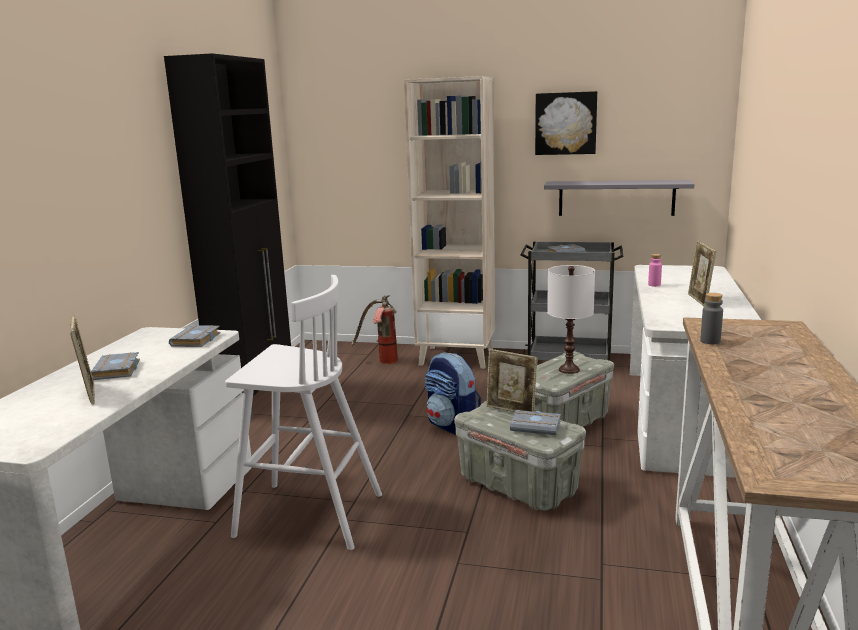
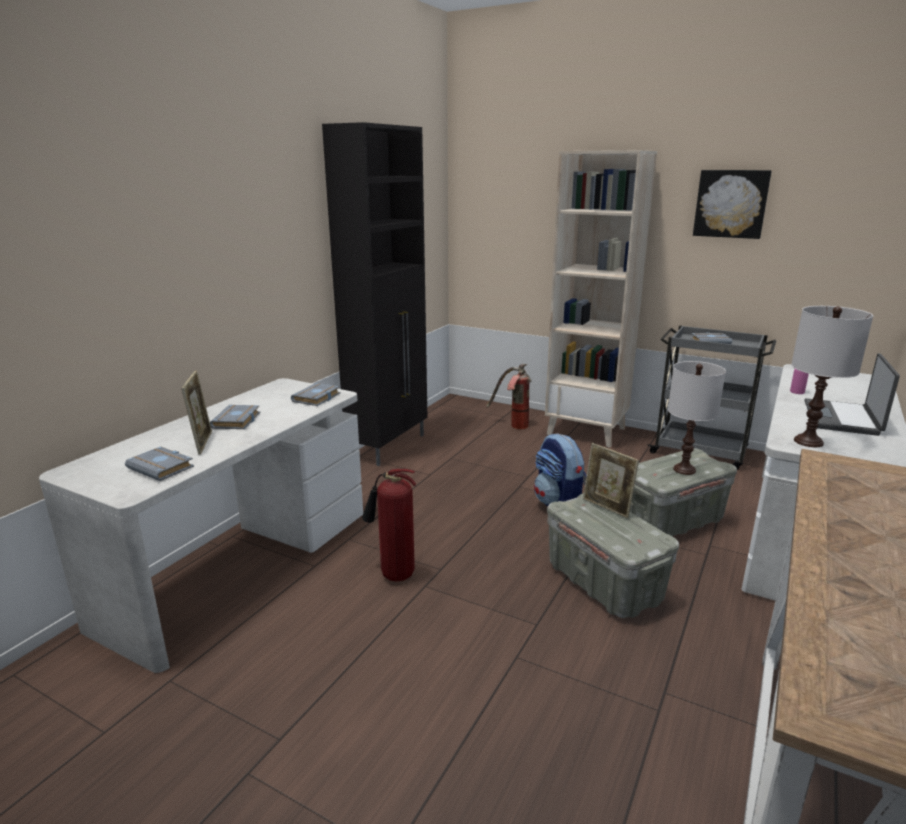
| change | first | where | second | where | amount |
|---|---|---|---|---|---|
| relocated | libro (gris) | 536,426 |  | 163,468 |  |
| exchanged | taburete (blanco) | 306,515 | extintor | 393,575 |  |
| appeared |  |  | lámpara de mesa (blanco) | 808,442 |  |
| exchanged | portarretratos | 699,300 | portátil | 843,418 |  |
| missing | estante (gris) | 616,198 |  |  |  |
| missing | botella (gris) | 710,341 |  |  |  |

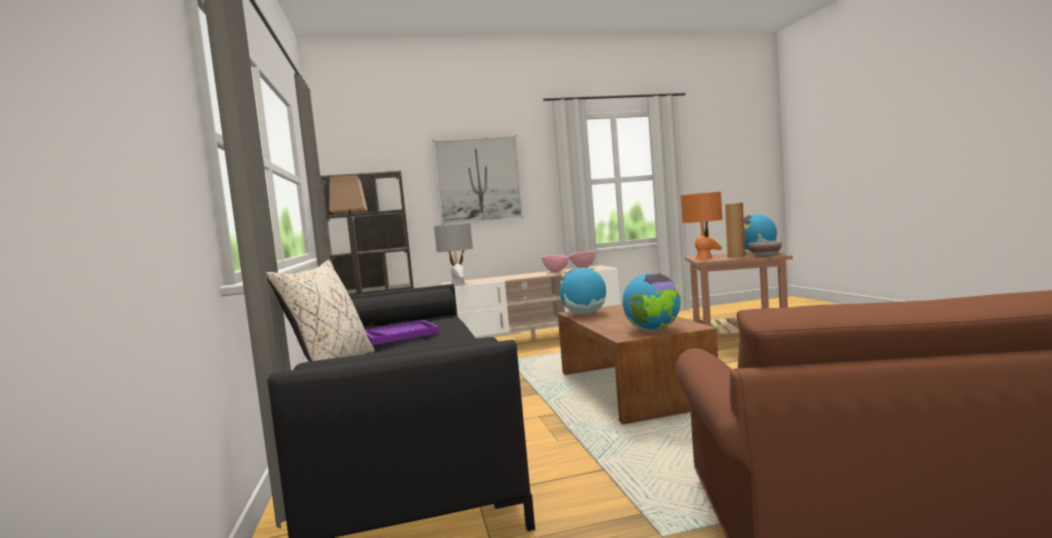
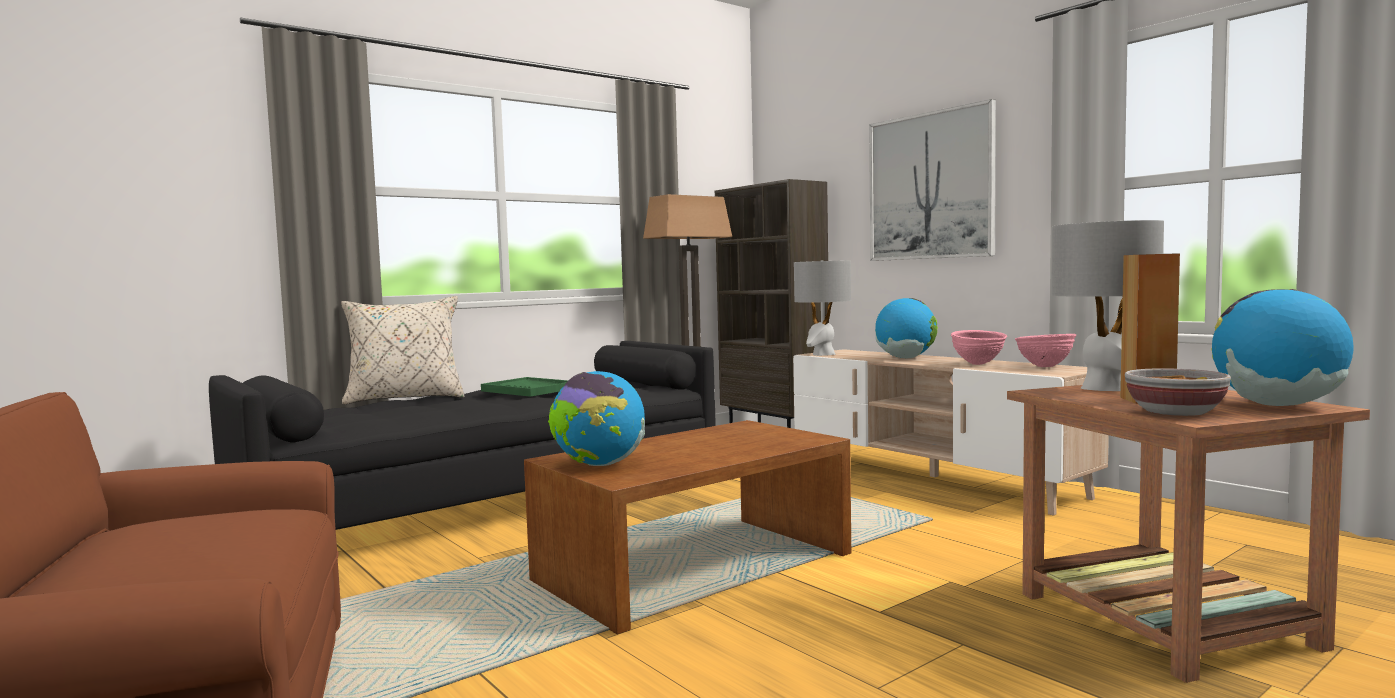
| change | first | where | second | where | amount |
|---|---|---|---|---|---|
| colour | bandeja (morado) | 400,334 | bandeja (verde) | 529,390 |  |
| relocated | globo terráqueo | 584,314 |  | 906,358 |  |
| colour | lámpara de mesa (naranja) | 704,258 | lámpara de mesa (gris) | 1103,388 |  |

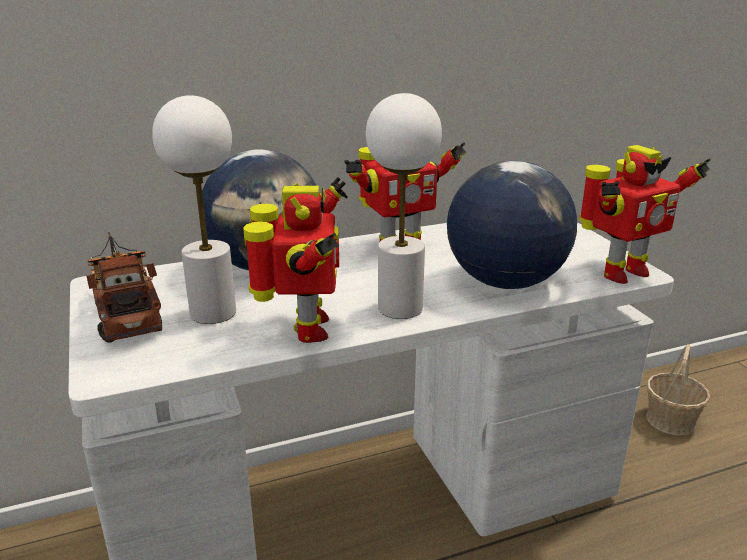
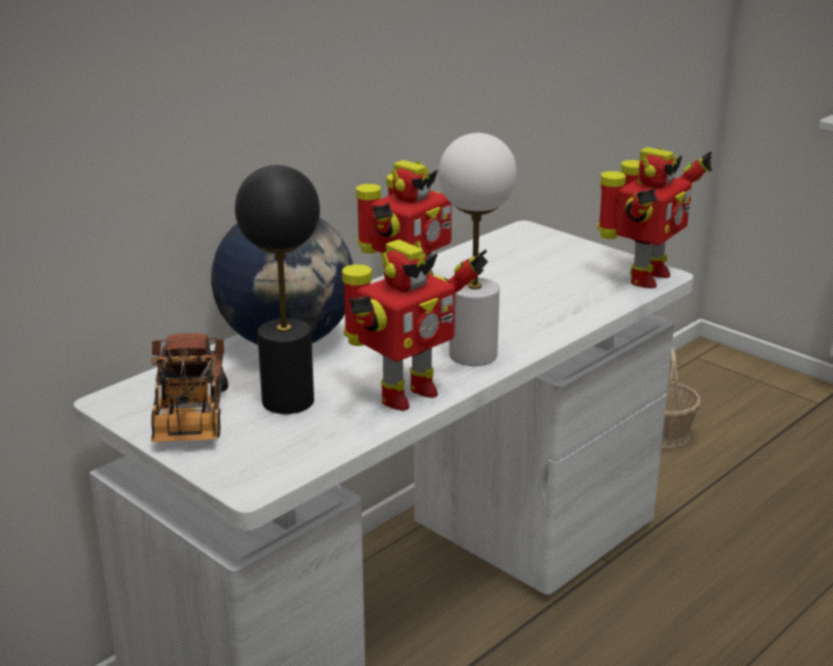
| change | first | where | second | where | amount |
|---|---|---|---|---|---|
| spun | camión de juguete | 127,311 |  | 190,421 | 135 degrees counterclockwise |
| colour | lámpara de mesa (blanco) | 212,313 | lámpara de mesa (negro) | 288,401 |  |
| spun | robot de juguete | 306,329 |  | 404,395 | 75 degrees clockwise |
| missing | globo terráqueo | 504,282 |  |  |  |

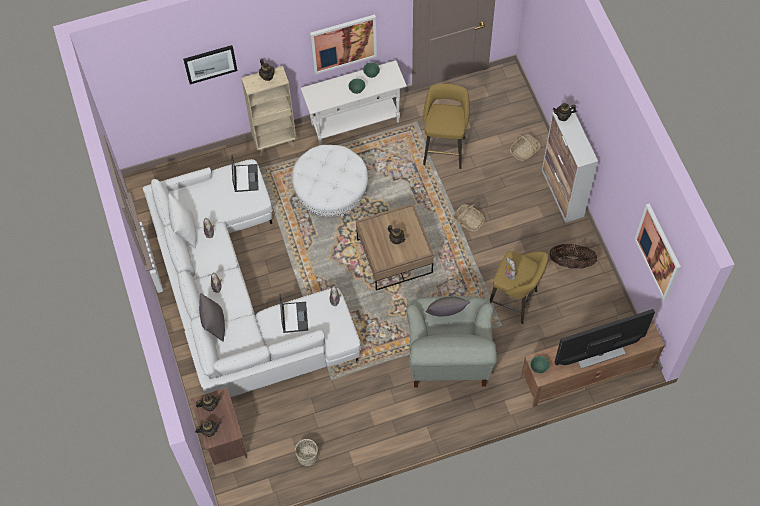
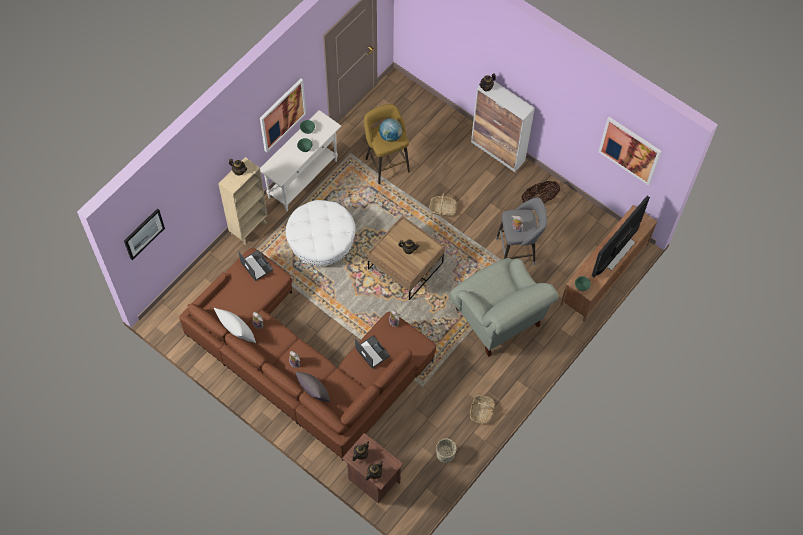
| change | first | where | second | where | amount |
|---|---|---|---|---|---|
| relocated | cuadro | 210,63 |  | 143,233 |  |
| colour | sofá (blanco) | 238,294 | sofá (marrón) | 304,362 |  |
| appeared |  |  | globo terráqueo | 390,136 |  |
| relocated | cesta | 524,151 |  | 481,411 |  |
| colour | taburete (amarillo) | 515,301 | taburete (gris) | 518,251 |  |
| missing | cojín (gris) | 446,314 |  |  |  |

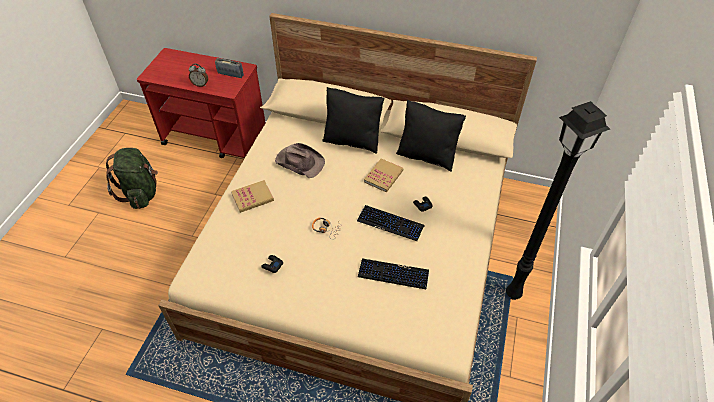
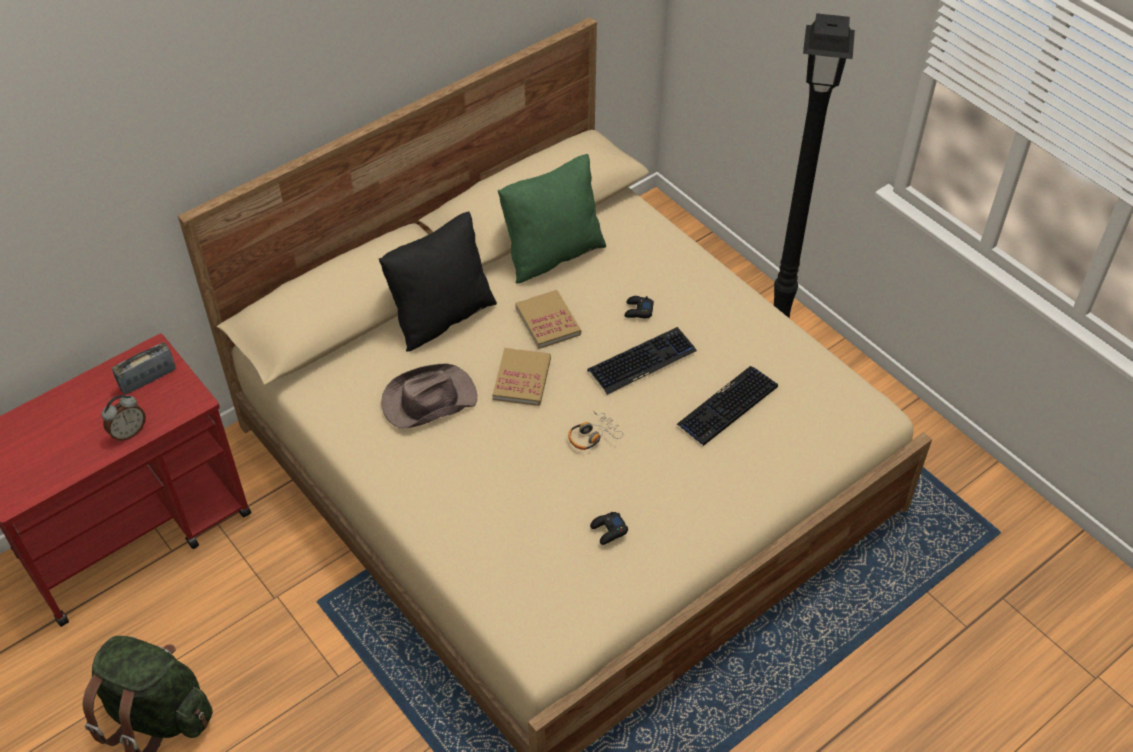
| change | first | where | second | where | amount |
|---|---|---|---|---|---|
| relocated | libro | 252,197 |  | 522,379 |  |
| colour | cojín (negro) | 427,155 | cojín (verde) | 552,253 |  |

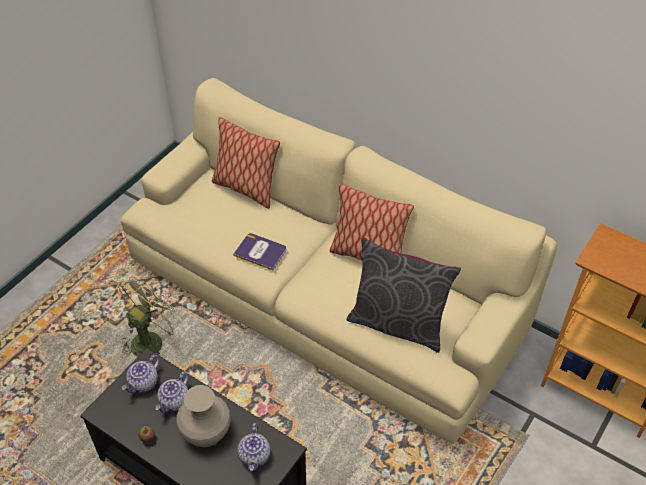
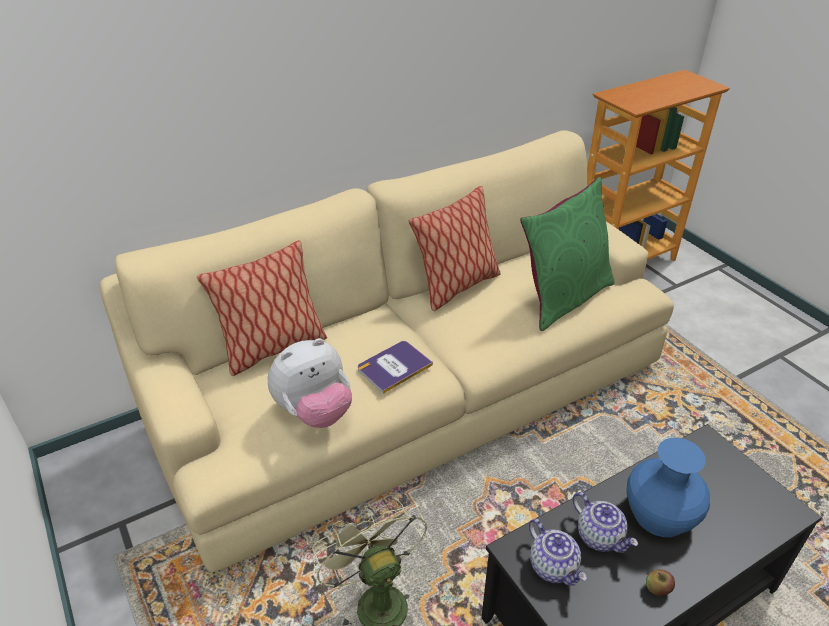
| change | first | where | second | where | amount |
|---|---|---|---|---|---|
| appeared |  |  | peluche | 314,412 |  |
| colour | cojín (gris) | 398,323 | cojín (verde) | 563,298 |  |
| colour | florero (beis) | 205,430 | florero (azul) | 660,514 |  |
| missing | tetera | 255,456 |  |  |  |

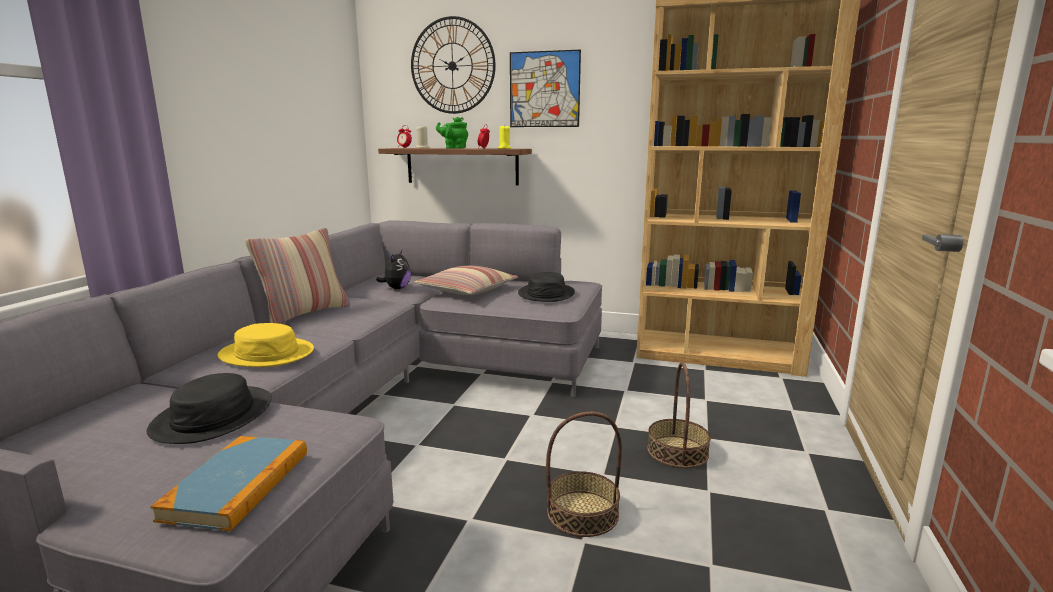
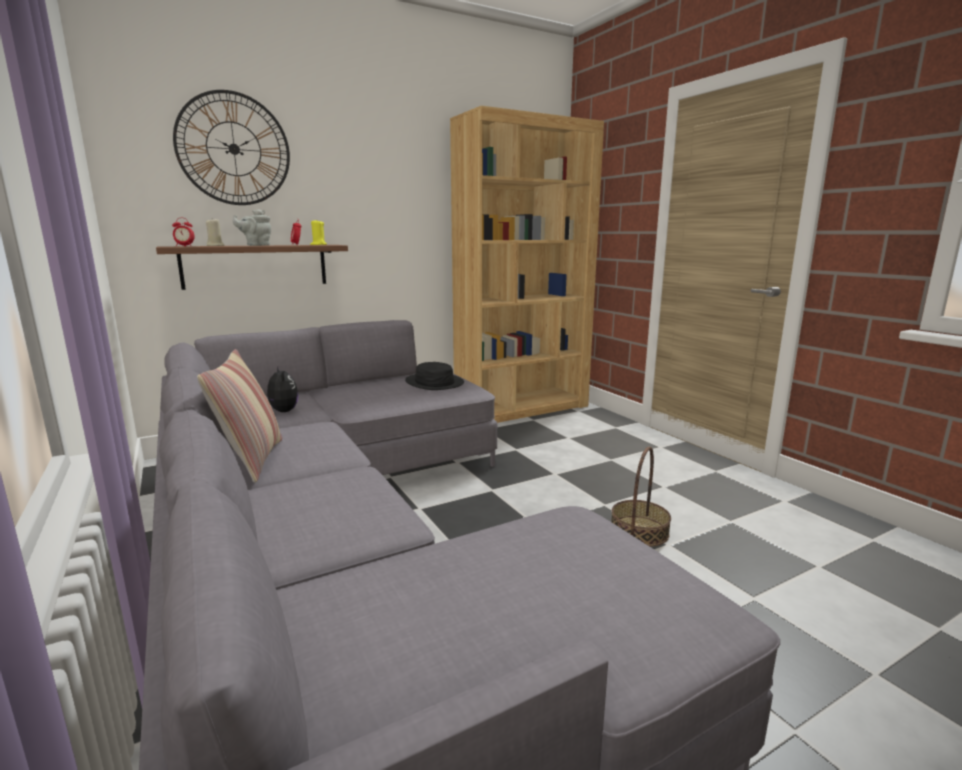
| change | first | where | second | where | amount |
|---|---|---|---|---|---|
| colour | tetera (verde) | 454,148 | tetera (gris) | 256,245 |  |
| missing | sombrero (negro) | 214,416 |  |  |  |
| missing | libro | 238,485 |  |  |  |
| missing | sombrero (amarillo) | 267,354 |  |  |  |
| missing | cojín | 467,290 |  |  |  |
| missing | cuadro | 544,89 |  |  |  |
| missing | cesta | 677,451 |  |  |  |

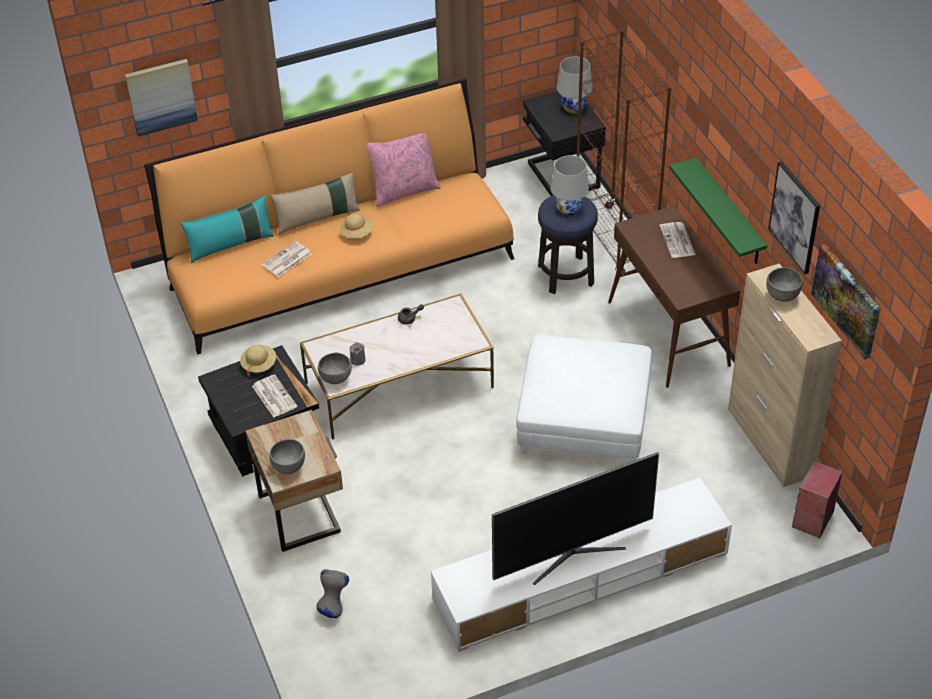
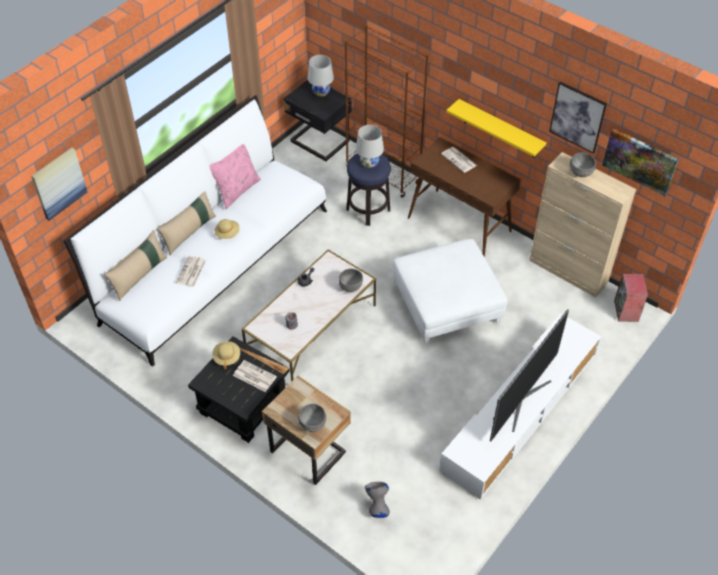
| change | first | where | second | where | amount |
|---|---|---|---|---|---|
| colour | sofá (naranja) | 340,268 | sofá (blanco) | 212,262 |  |
| colour | cojín (turquesa) | 230,245 | cojín (beis) | 139,276 |  |
| relocated | cuenco (gris) | 336,378 |  | 351,287 |  |
| colour | estante (verde) | 729,213 | estante (amarillo) | 500,129 |  |

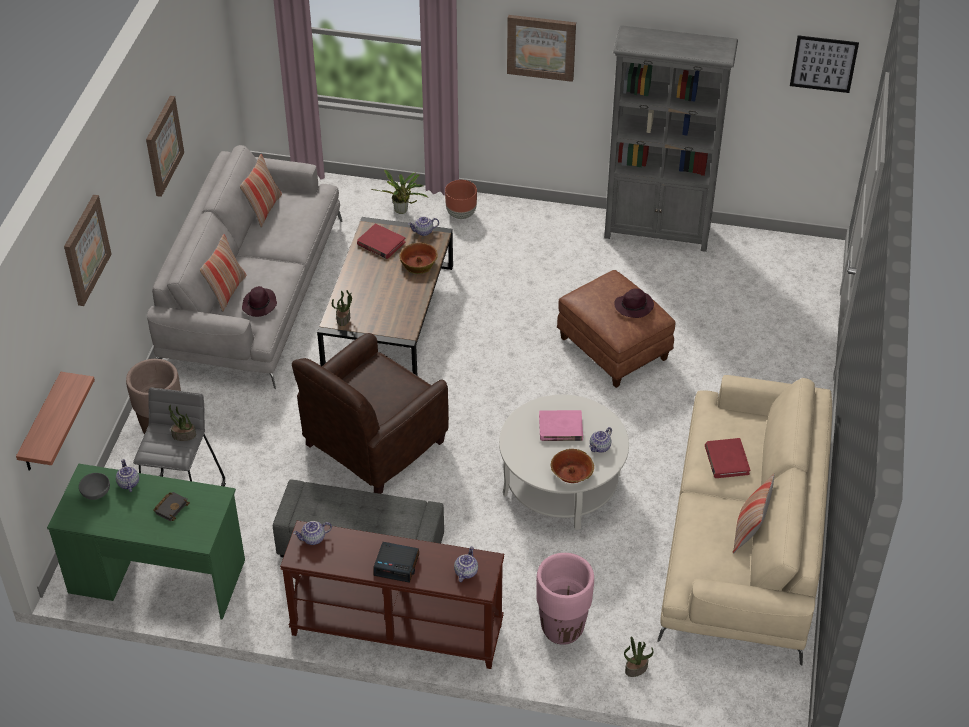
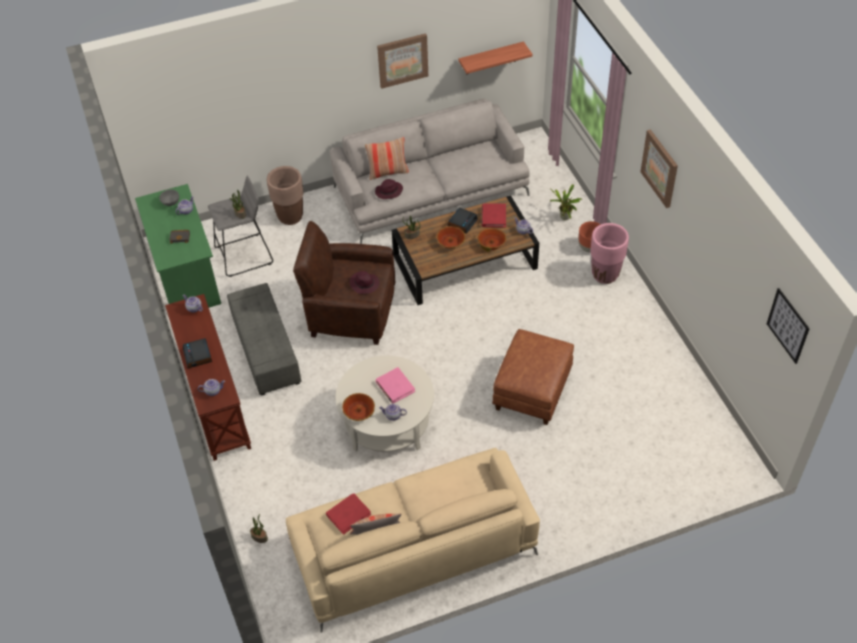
| change | first | where | second | where | amount |
|---|---|---|---|---|---|
| relocated | libro (rojo) | 726,460 |  | 348,514 |  |
| relocated | sombrero (morado) | 634,306 |  | 365,284 |  |
| appeared |  |  | cuenco | 450,242 |  |
| appeared |  |  | despertador | 462,222 |  |
| relocated | estante | 42,425 |  | 491,58 |  |
| relocated | maceta (rosa) | 562,629 |  | 605,275 |  |
| missing | cuadro | 85,250 |  |  |  |
| missing | cojín | 264,209 |  |  |  |
| missing | estantería (gris) | 658,232 |  |  |  |

